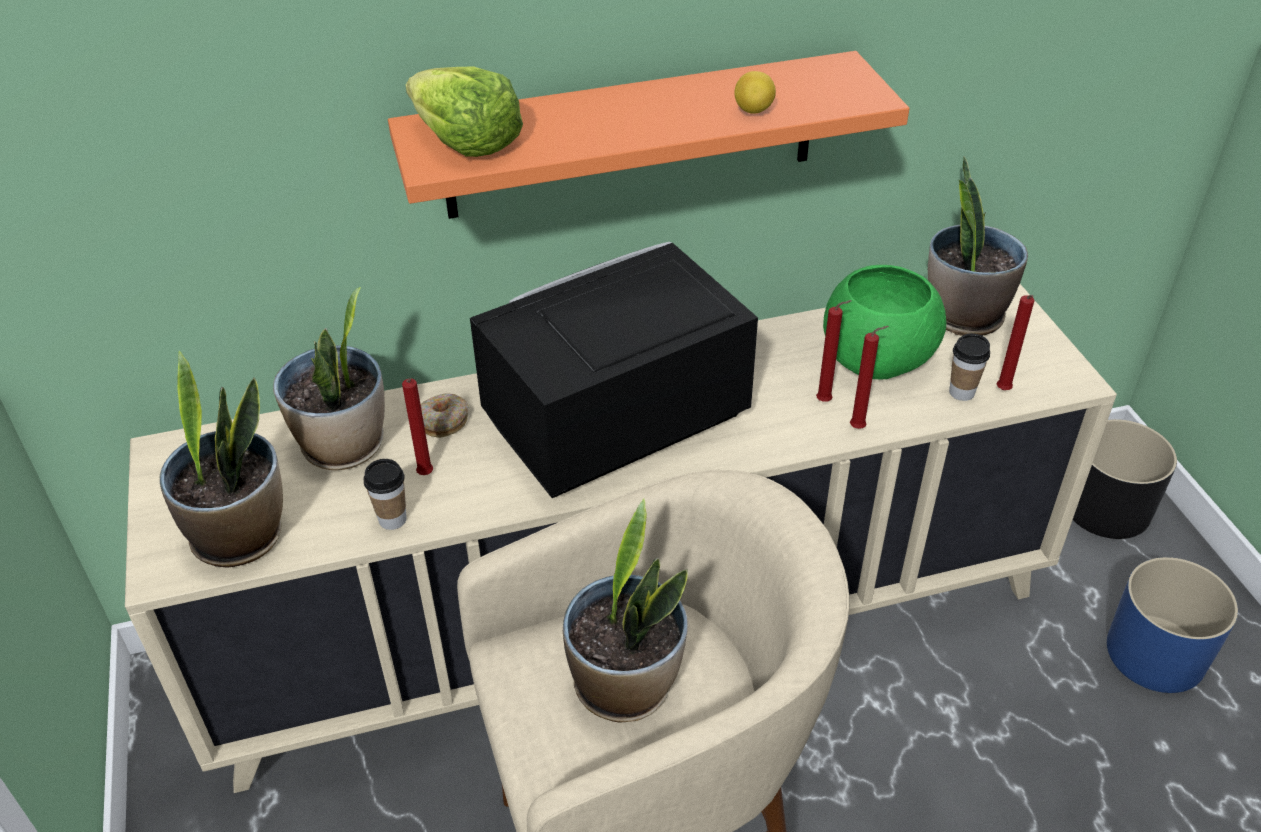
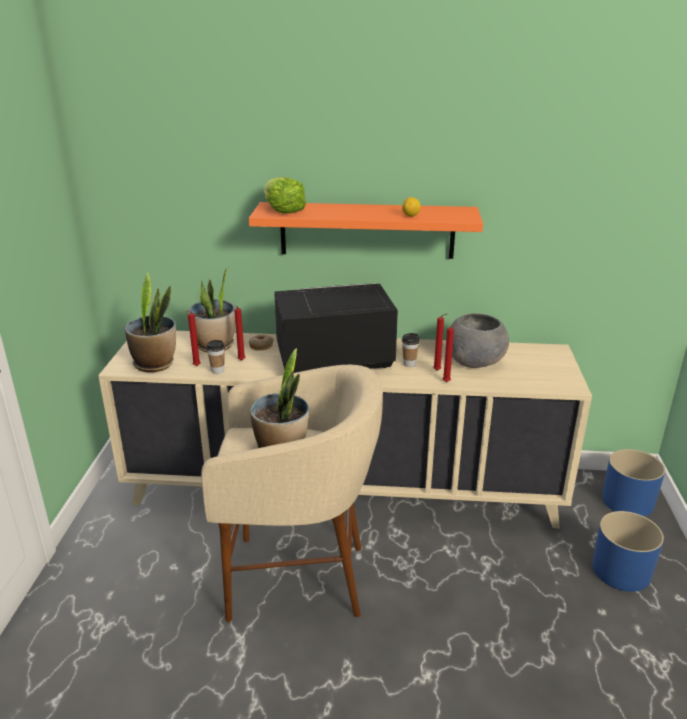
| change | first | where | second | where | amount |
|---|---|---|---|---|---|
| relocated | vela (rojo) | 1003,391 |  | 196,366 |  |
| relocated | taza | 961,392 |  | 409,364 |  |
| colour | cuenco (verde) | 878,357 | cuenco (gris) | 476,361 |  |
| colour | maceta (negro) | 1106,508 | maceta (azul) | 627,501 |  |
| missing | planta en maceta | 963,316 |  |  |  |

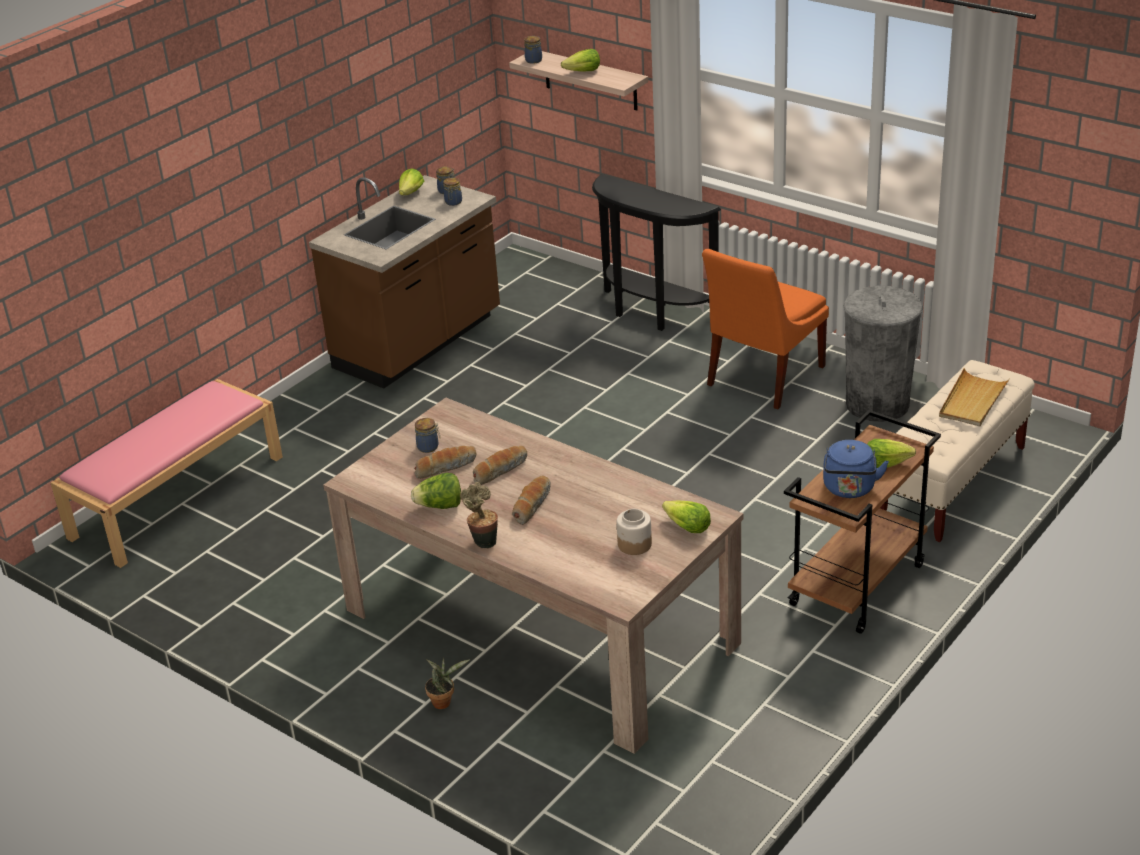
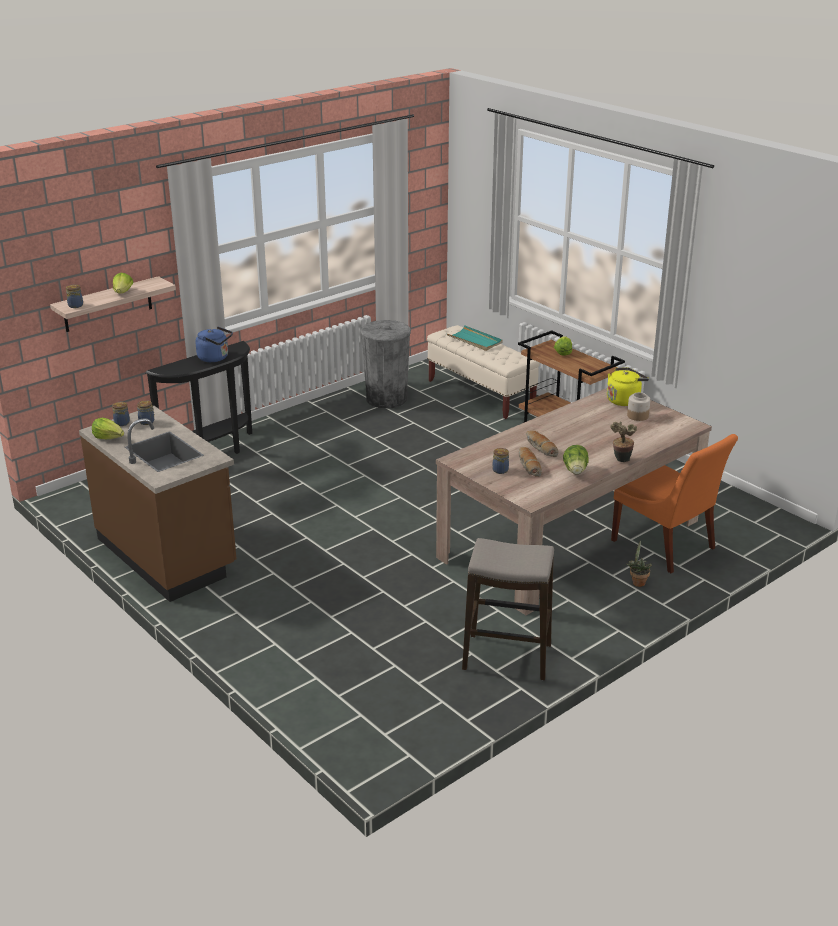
| change | first | where | second | where | amount |
|---|---|---|---|---|---|
| relocated | hervidor (azul) | 849,489 |  | 215,358 |  |
| colour | bandeja (beis) | 972,401 | bandeja (turquesa) | 474,340 |  |
| appeared |  |  | taburete | 507,657 |  |
| exchanged | lechuga | 686,527 | hervidor (amarillo) | 624,400 |  |
| relocated | silla (naranja) | 762,378 |  | 666,546 |  |
| missing | banco (rosa) | 178,496 |  |  |  |
| missing | pan | 531,505 |  |  |  |

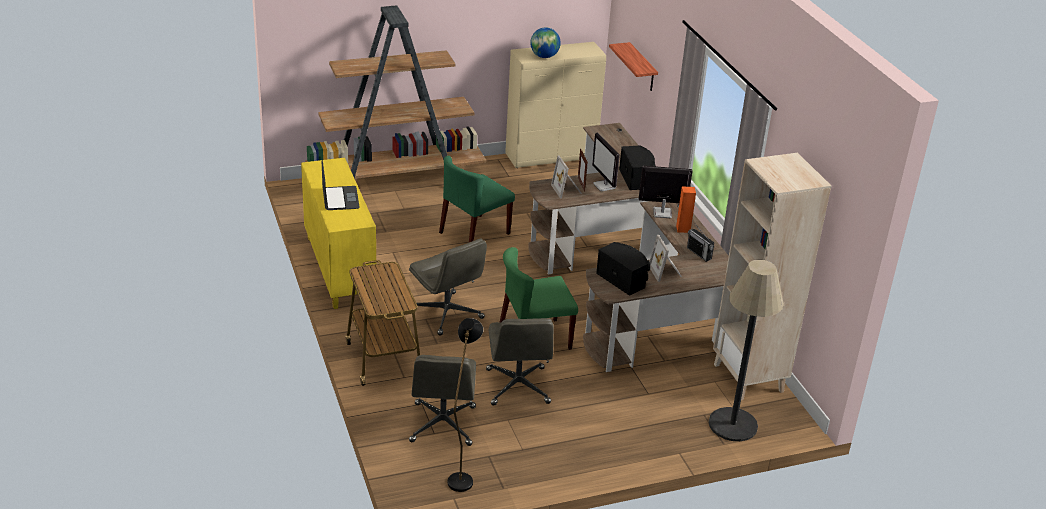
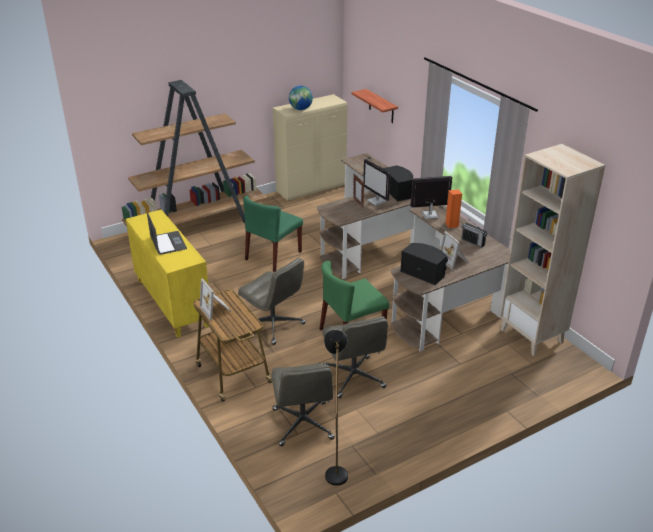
| change | first | where | second | where | amount |
|---|---|---|---|---|---|
| relocated | portarretratos | 567,190 |  | 216,310 |  |
| missing | lámpara de pie | 733,425 |  |  |  |

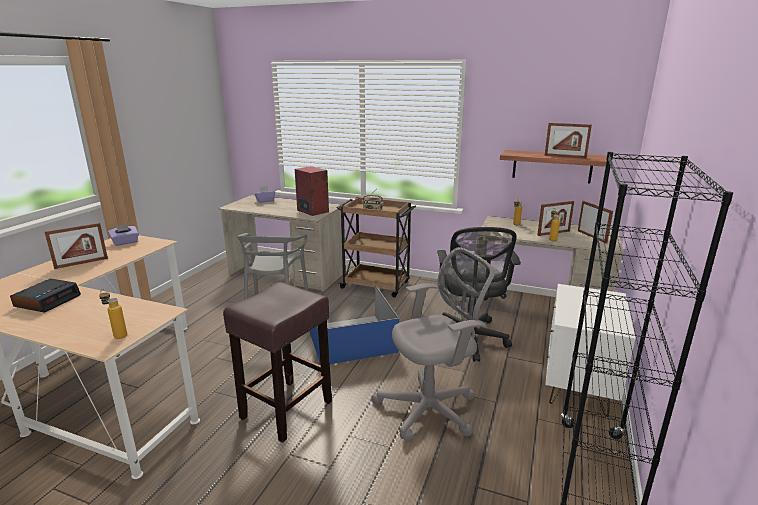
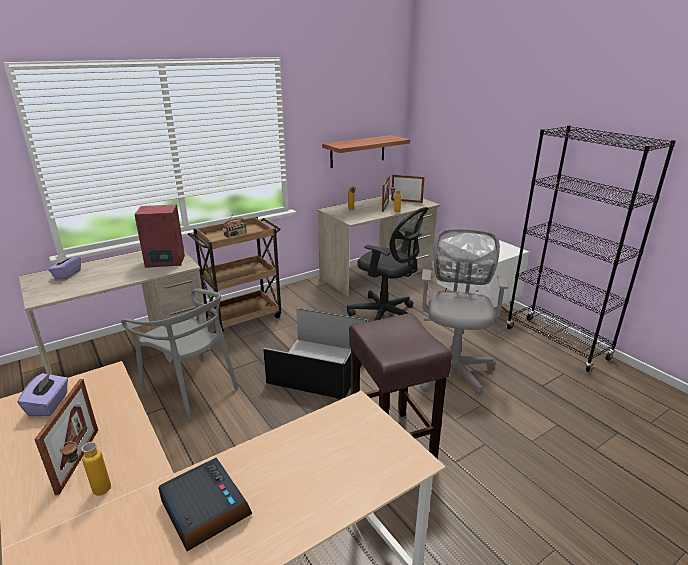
| change | first | where | second | where | amount |
|---|---|---|---|---|---|
| relocated | botella | 117,335 |  | 94,492 |  |
| colour | caja de almacenaje (azul) | 352,338 | caja de almacenaje (negro) | 319,366 |  |
| missing | portarretratos | 565,157 |  |  |  |

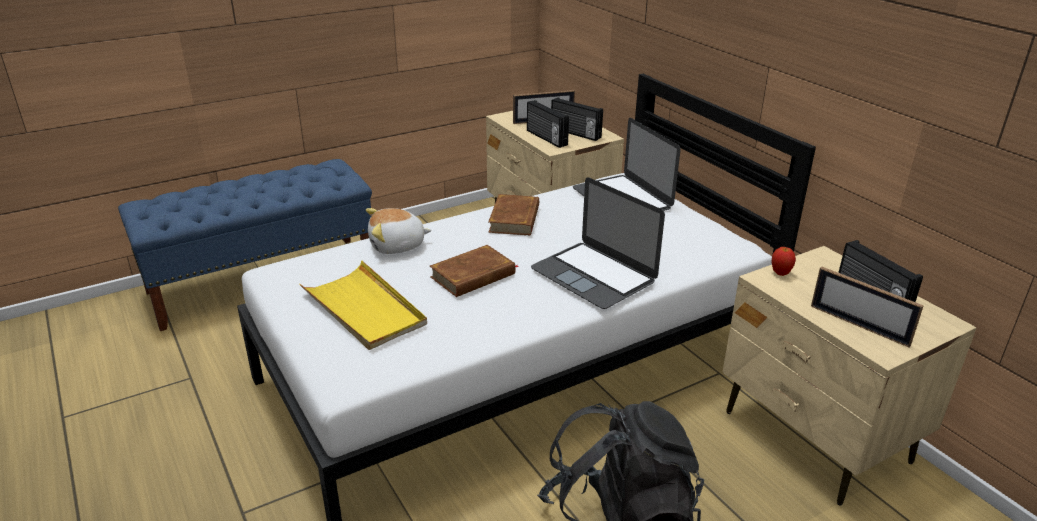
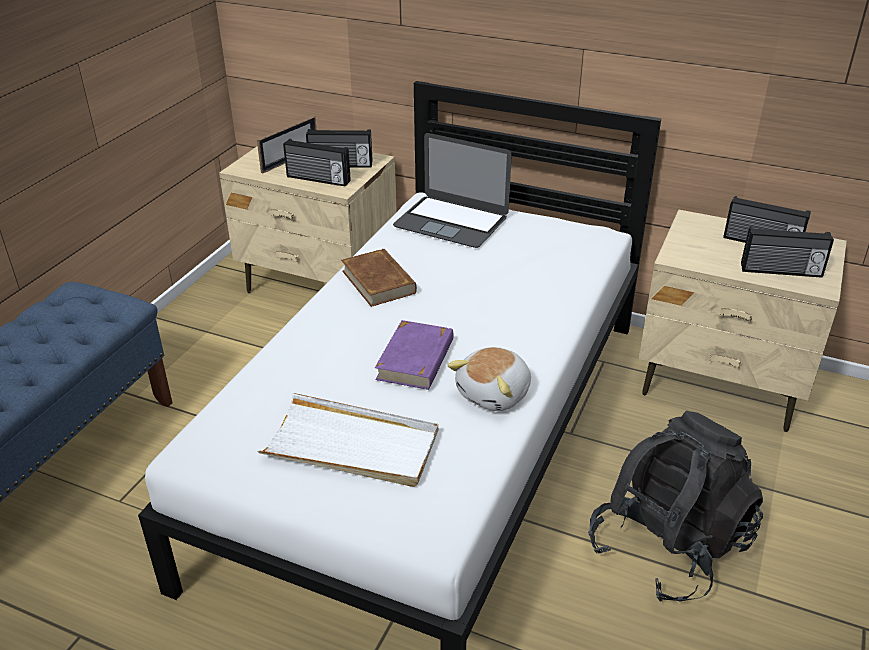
| change | first | where | second | where | amount |
|---|---|---|---|---|---|
| colour | bandeja (amarillo) | 364,309 | bandeja (blanco) | 351,446 |  |
| colour | libro (marrón) | 473,276 | libro (morado) | 416,359 |  |
| relocated | peluche | 397,246 |  | 495,394 |  |
| exchanged | portarretratos | 859,325 | radio | 781,271 |  |
| missing | portátil | 593,274 |  |  |  |
| missing | manzana | 780,273 |  |  |  |

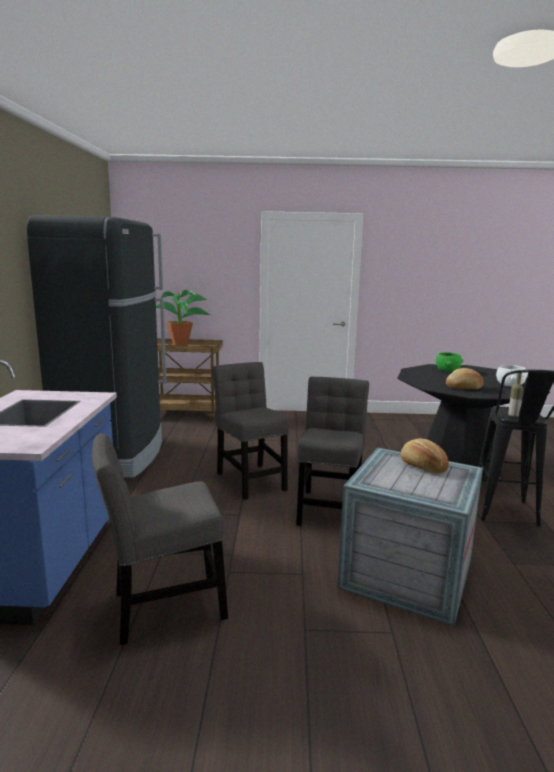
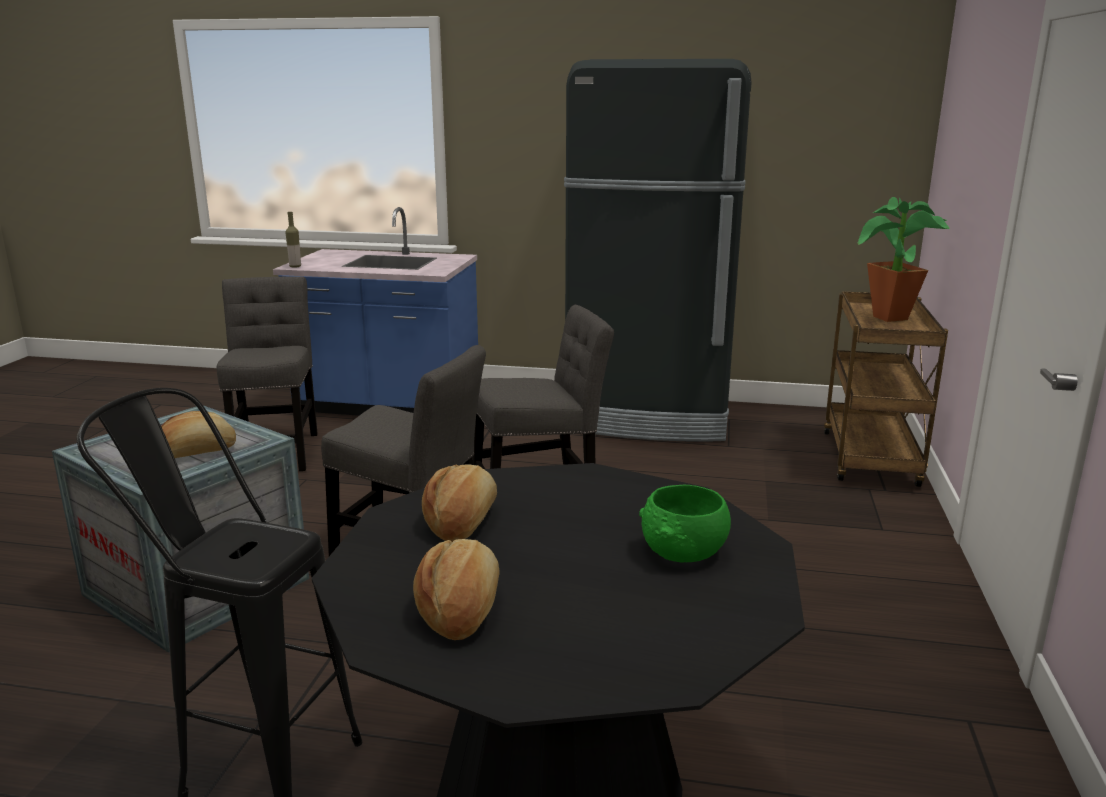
| change | first | where | second | where | amount |
|---|---|---|---|---|---|
| relocated | botella | 513,416 |  | 295,266 |  |
| exchanged | cuenco (blanco) | 510,385 | pan | 461,609 |  |

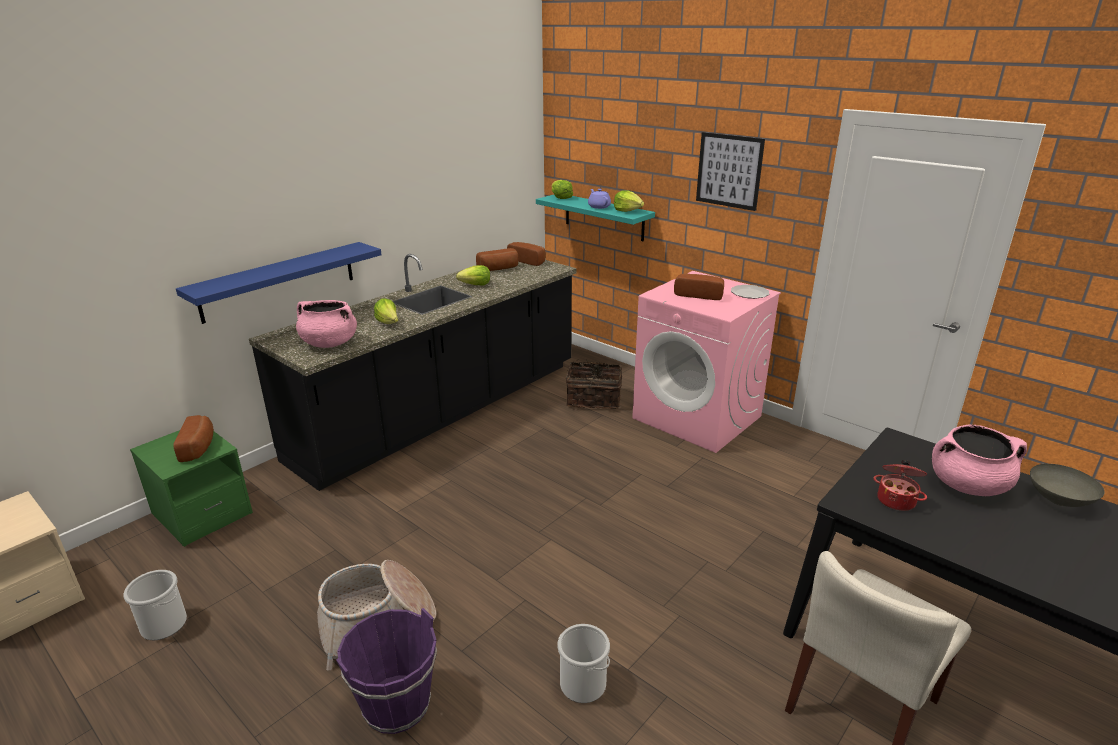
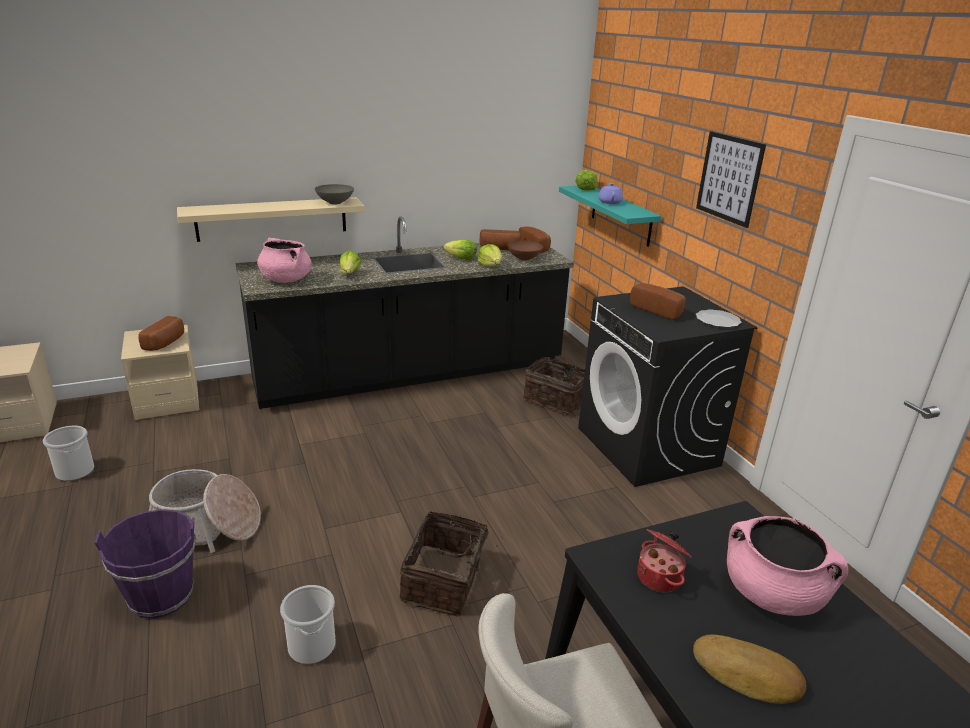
| change | first | where | second | where | amount |
|---|---|---|---|---|---|
| colour | mesita de noche (verde) | 202,514 | mesita de noche (beis) | 167,400 |  |
| colour | estante (azul) | 279,281 | estante (beis) | 272,219 |  |
| relocated | cuenco (gris) | 1059,501 |  | 334,203 |  |
| appeared |  |  | cesta | 444,582 |  |
| relocated | lechuga | 627,210 |  | 490,265 |  |
| appeared |  |  | cuenco (marrón) | 524,259 |  |
| colour | lavadora (rosa) | 698,417 | lavadora (negro) | 648,447 |  |
| appeared |  |  | pan | 747,675 |  |

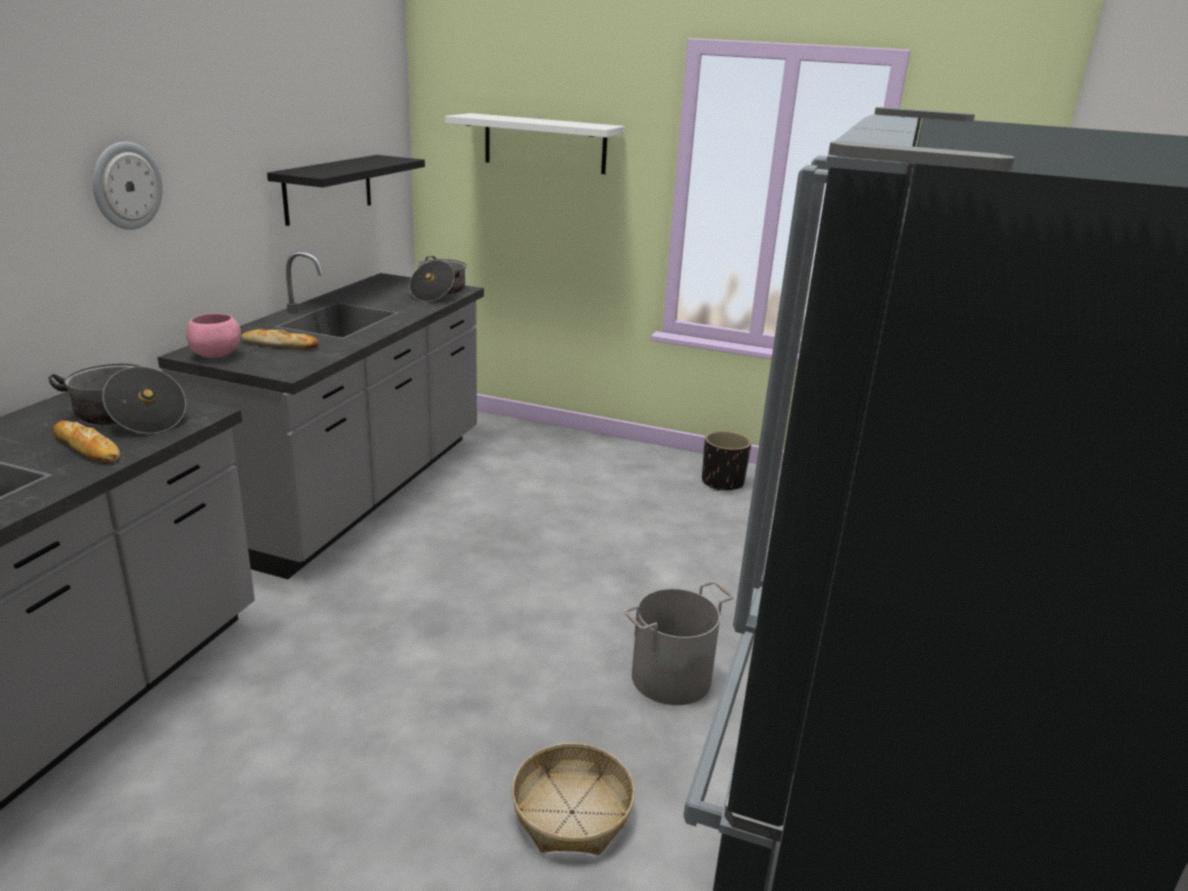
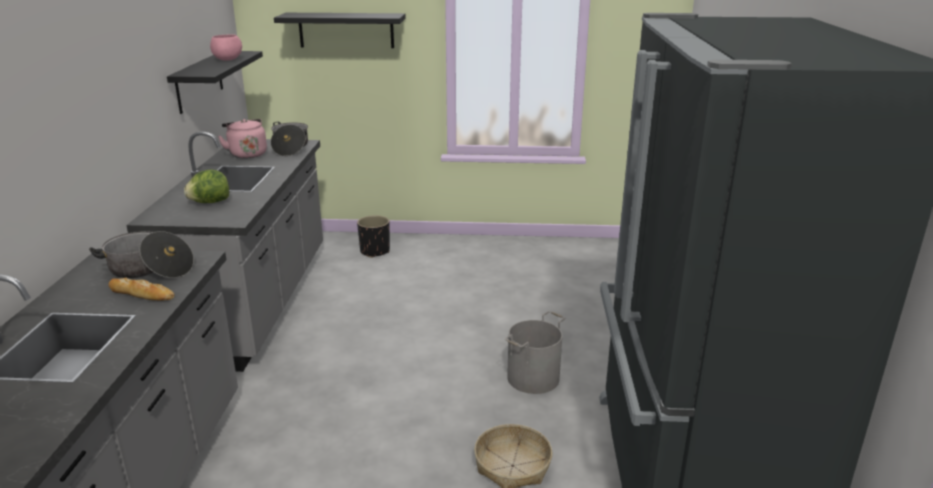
| change | first | where | second | where | amount |
|---|---|---|---|---|---|
| exchanged | pan | 280,344 | lechuga | 210,202 |  |
| relocated | cuenco (rosa) | 217,355 |  | 228,60 |  |
| appeared |  |  | hervidor (rosa) | 247,154 |  |
| colour | estante (blanco) | 545,143 | estante (negro) | 346,30 |  |
| relocated | maceta (negro) | 722,482 |  | 375,251 |  |
| missing | reloj de pared | 126,186 |  |  |  |

